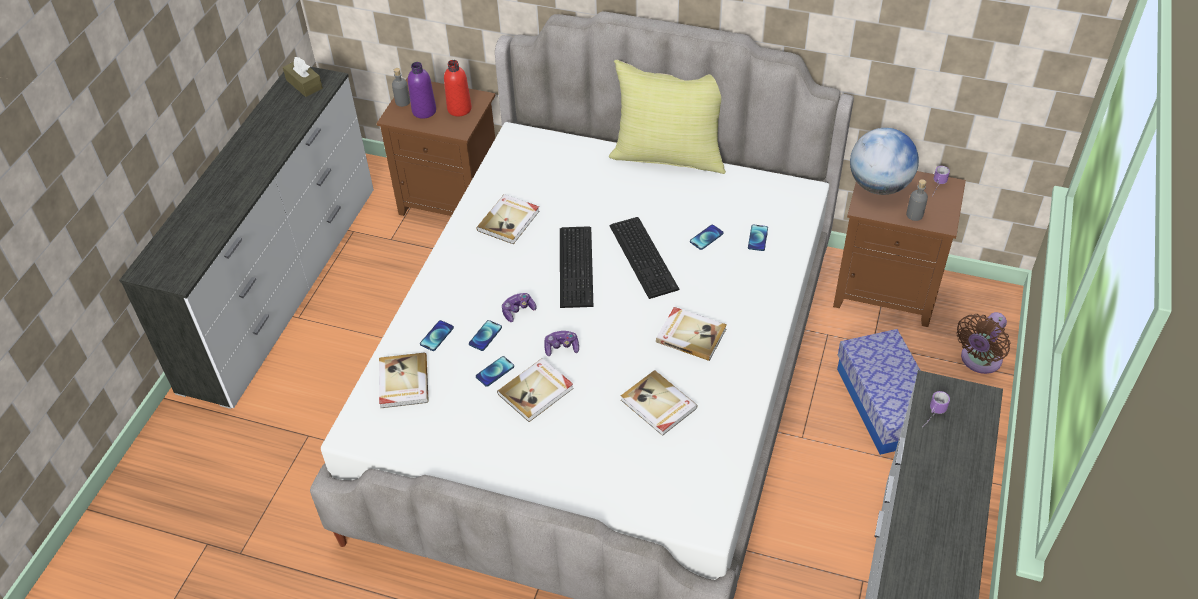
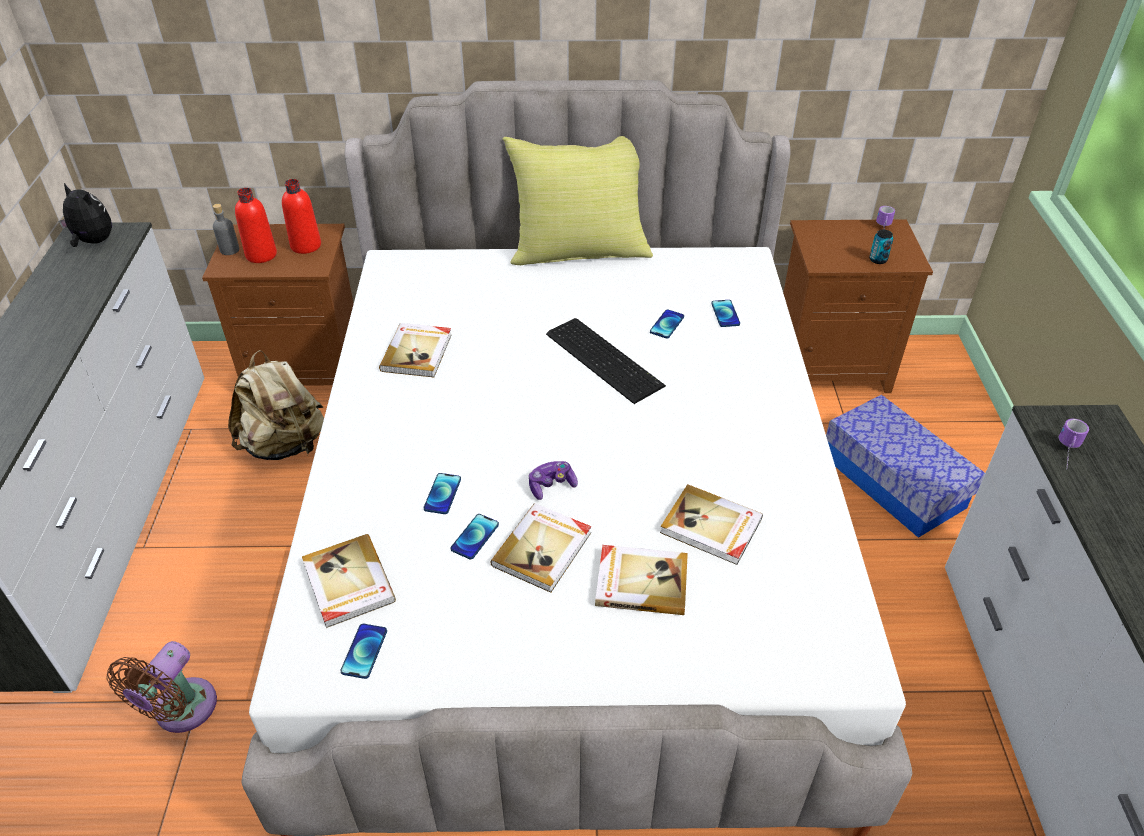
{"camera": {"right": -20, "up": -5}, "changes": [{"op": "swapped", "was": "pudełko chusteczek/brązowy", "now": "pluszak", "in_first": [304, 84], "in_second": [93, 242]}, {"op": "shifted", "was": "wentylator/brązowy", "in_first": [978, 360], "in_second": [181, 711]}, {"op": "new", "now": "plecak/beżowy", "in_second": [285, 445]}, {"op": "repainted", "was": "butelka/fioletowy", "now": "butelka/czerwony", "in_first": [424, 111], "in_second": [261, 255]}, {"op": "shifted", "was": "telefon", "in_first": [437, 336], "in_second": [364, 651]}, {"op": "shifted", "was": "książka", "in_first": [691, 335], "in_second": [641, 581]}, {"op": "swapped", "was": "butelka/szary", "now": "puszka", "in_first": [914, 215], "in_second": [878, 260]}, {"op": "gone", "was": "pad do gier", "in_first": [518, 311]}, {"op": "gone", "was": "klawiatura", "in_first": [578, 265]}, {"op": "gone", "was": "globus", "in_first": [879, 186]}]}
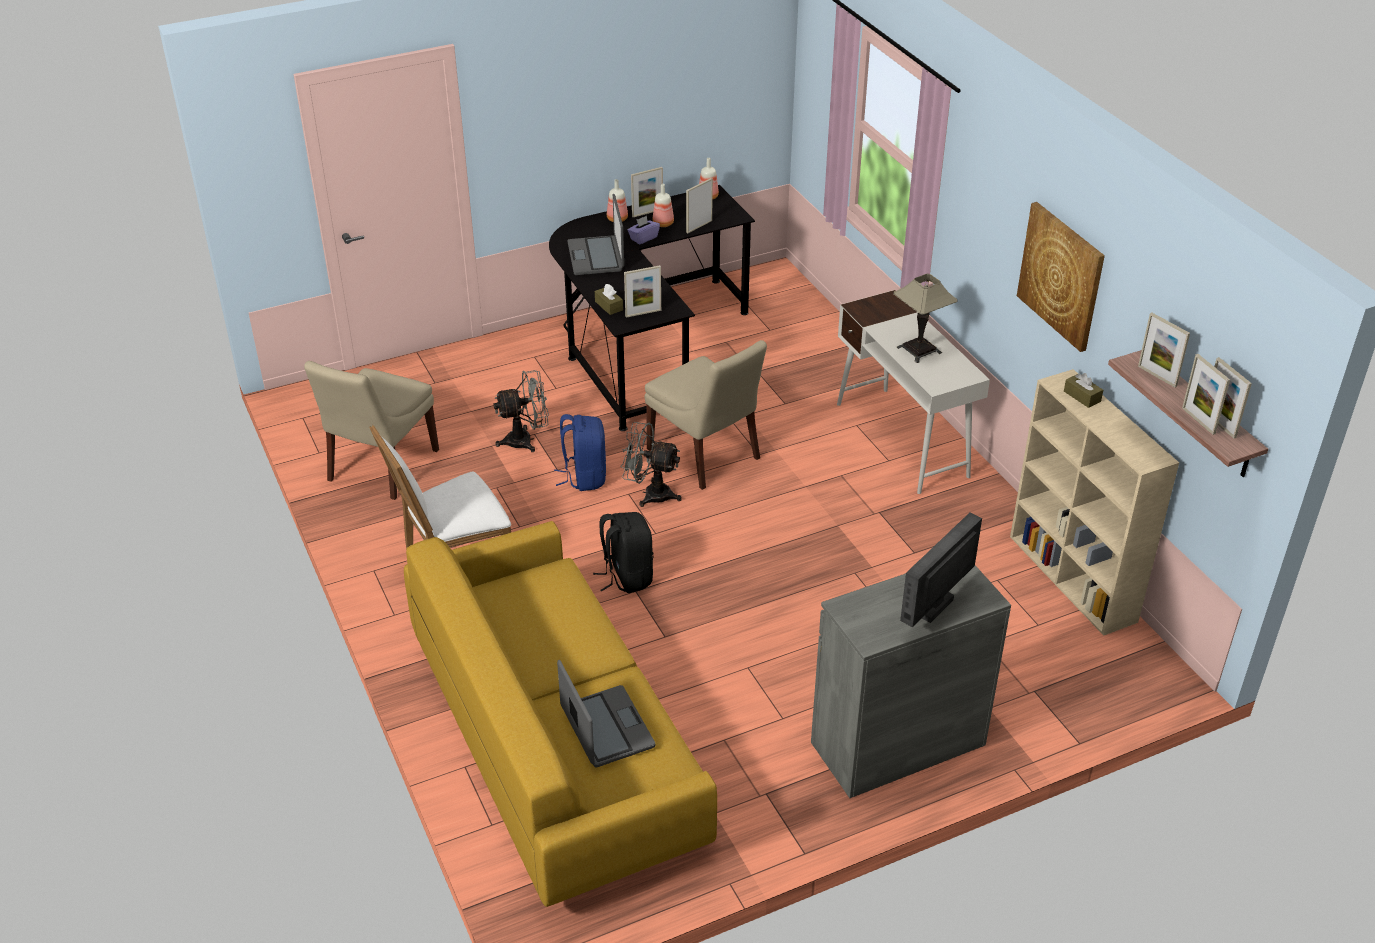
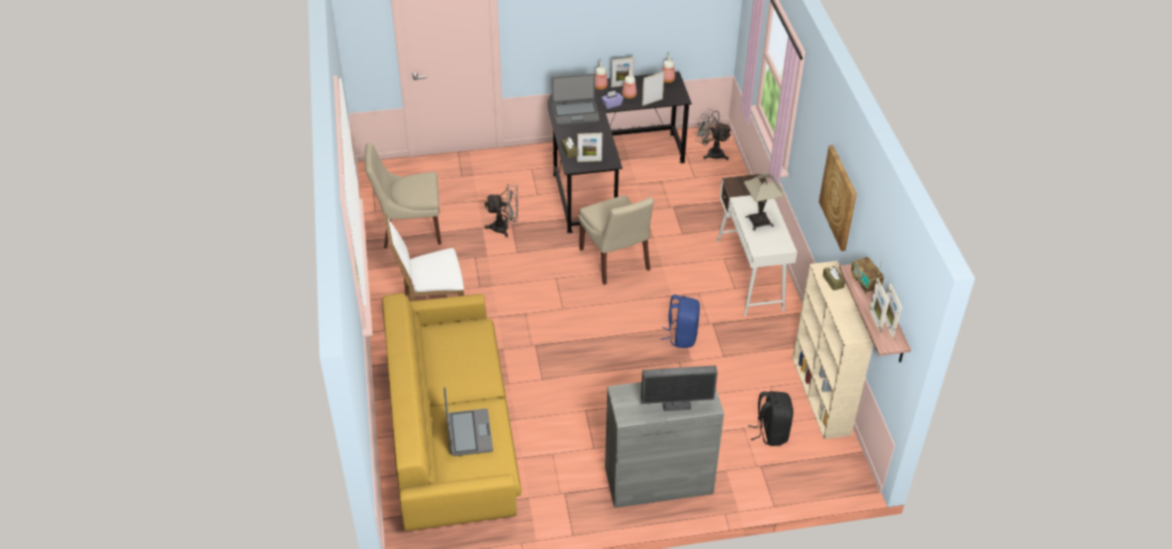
{"camera": {"right": 15, "up": 5}, "changes": [{"op": "rotated", "was": "krzesło/beżowy", "in_first": [381, 467], "in_second": [409, 229], "clockwise": 45}, {"op": "rotated", "was": "laptop", "in_first": [596, 256], "in_second": [575, 113], "clockwise": -105}, {"op": "rotated", "was": "monitor", "in_first": [937, 609], "in_second": [676, 406], "clockwise": -150}, {"op": "shifted", "was": "plecak/niebieski", "in_first": [584, 477], "in_second": [681, 336]}, {"op": "shifted", "was": "wentylator/szary", "in_first": [650, 494], "in_second": [711, 153]}, {"op": "shifted", "was": "plecak/czarny", "in_first": [626, 576], "in_second": [770, 432]}, {"op": "swapped", "was": "ramka na zdjęcie", "now": "radio", "in_first": [1157, 376], "in_second": [865, 283]}]}
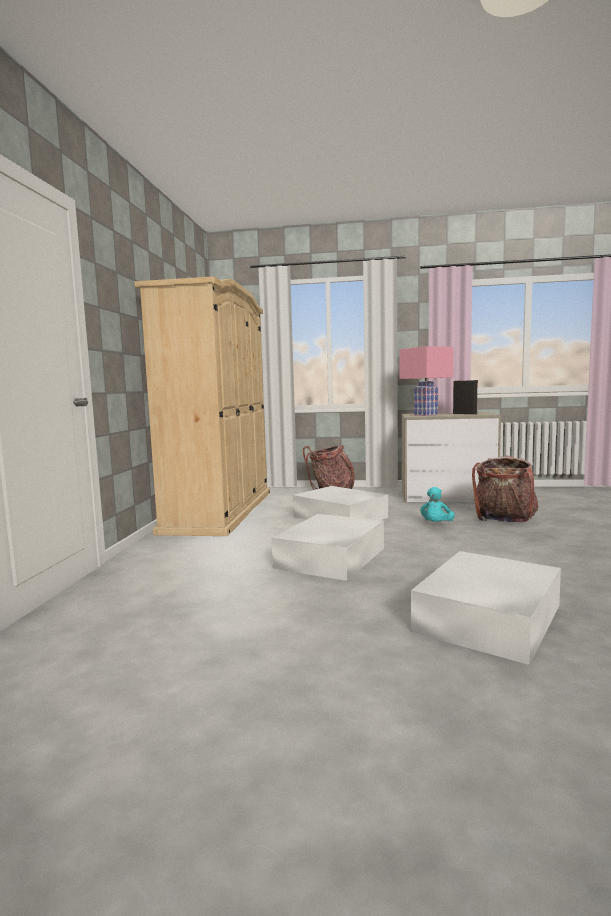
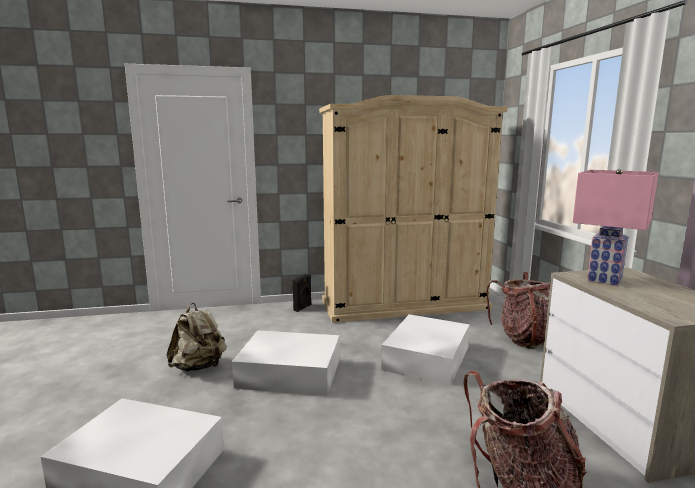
{"camera": {"right": 70, "up": 5}, "changes": [{"op": "new", "now": "plecak/beżowy", "in_second": [199, 367]}, {"op": "shifted", "was": "głośnik/czarny", "in_first": [465, 414], "in_second": [303, 308]}, {"op": "gone", "was": "pluszak/turkusowy", "in_first": [436, 525]}]}
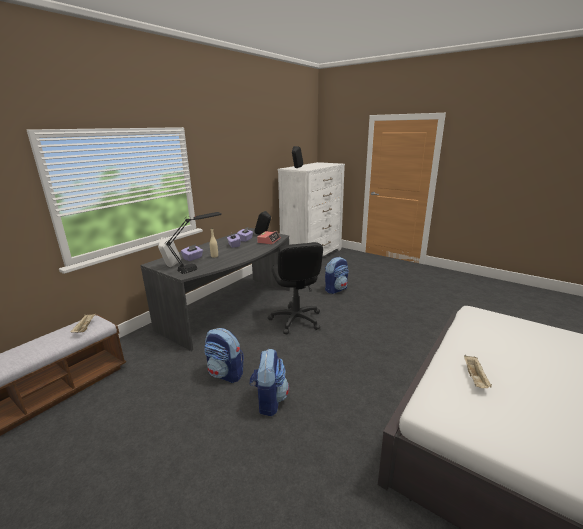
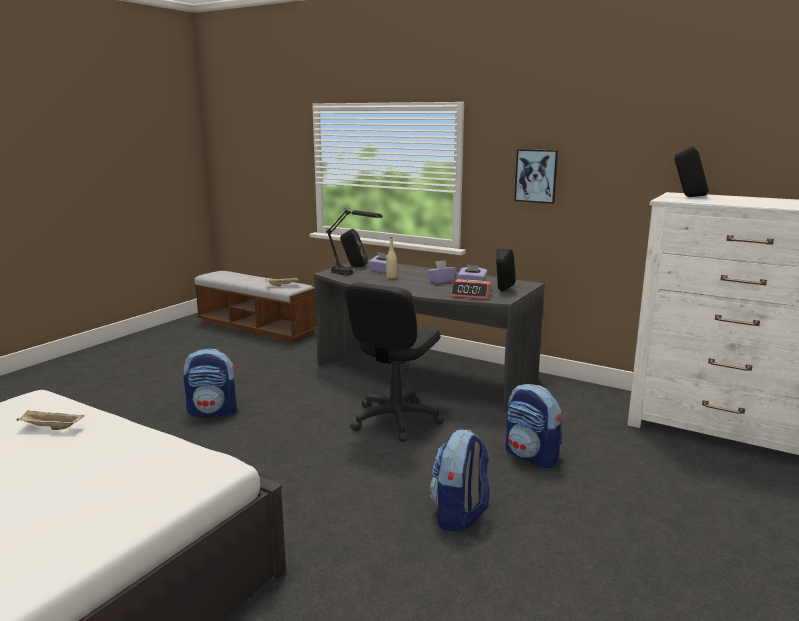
{"camera": {"right": 85, "up": -5}, "changes": [{"op": "repainted", "was": "głośnik/biały", "now": "głośnik/czarny", "in_first": [170, 267], "in_second": [354, 267]}, {"op": "rotated", "was": "krzesło biurowe/czarny", "in_first": [295, 320], "in_second": [395, 420], "clockwise": -45}, {"op": "shifted", "was": "plecak", "in_first": [226, 374], "in_second": [460, 515]}, {"op": "new", "now": "obraz", "in_second": [536, 176]}]}
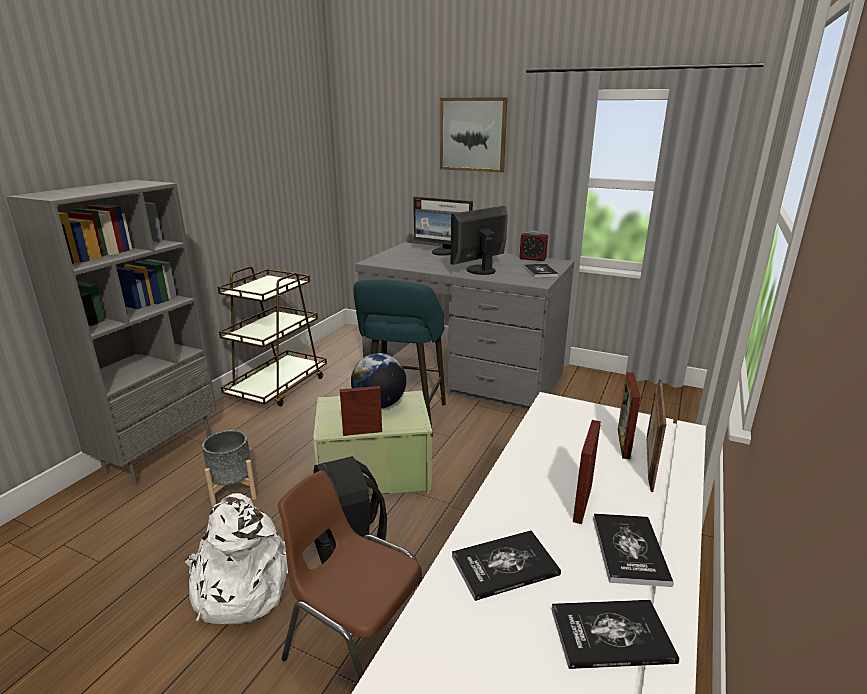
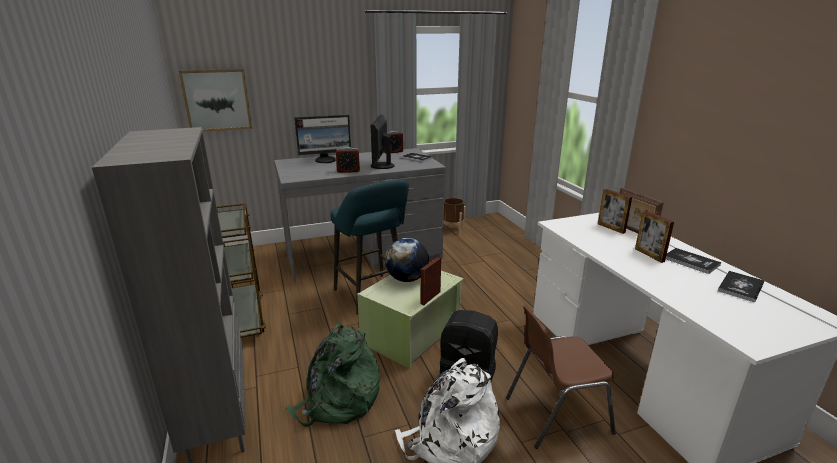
{"camera": {"right": -45, "up": 0}, "changes": [{"op": "shifted", "was": "obraz", "in_first": [473, 134], "in_second": [217, 100]}, {"op": "swapped", "was": "donica/szary", "now": "plecak/zielony", "in_first": [233, 491], "in_second": [338, 400]}, {"op": "new", "now": "budzik", "in_second": [348, 171]}, {"op": "new", "now": "donica/brązowy", "in_second": [452, 229]}, {"op": "gone", "was": "książka", "in_first": [505, 566]}]}
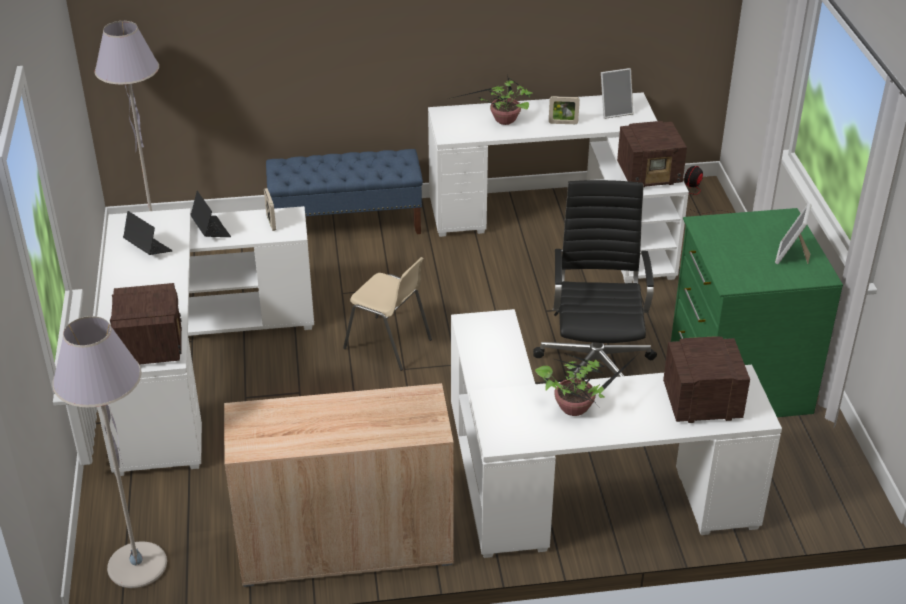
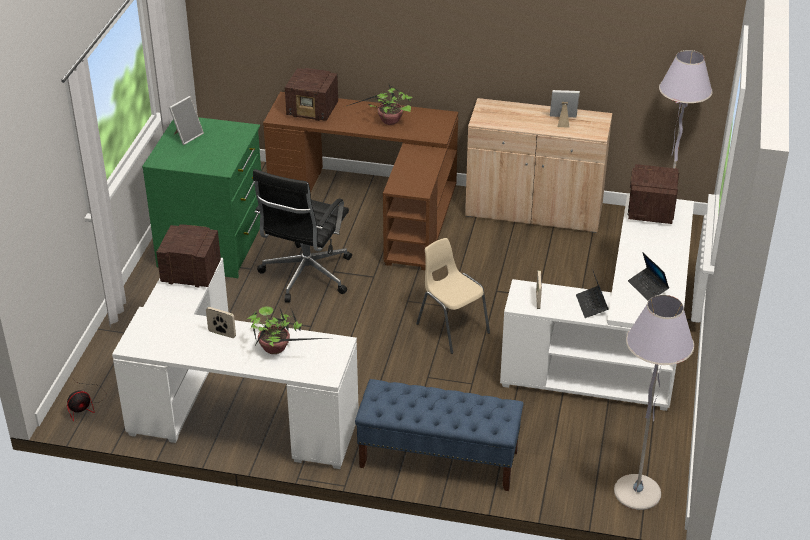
{"camera": {"right": -160, "up": 0}, "changes": [{"op": "repainted", "was": "biurko/biały", "now": "biurko/brązowy", "in_first": [577, 493], "in_second": [376, 206]}, {"op": "shifted", "was": "ramka na zdjęcie", "in_first": [615, 111], "in_second": [562, 121]}]}
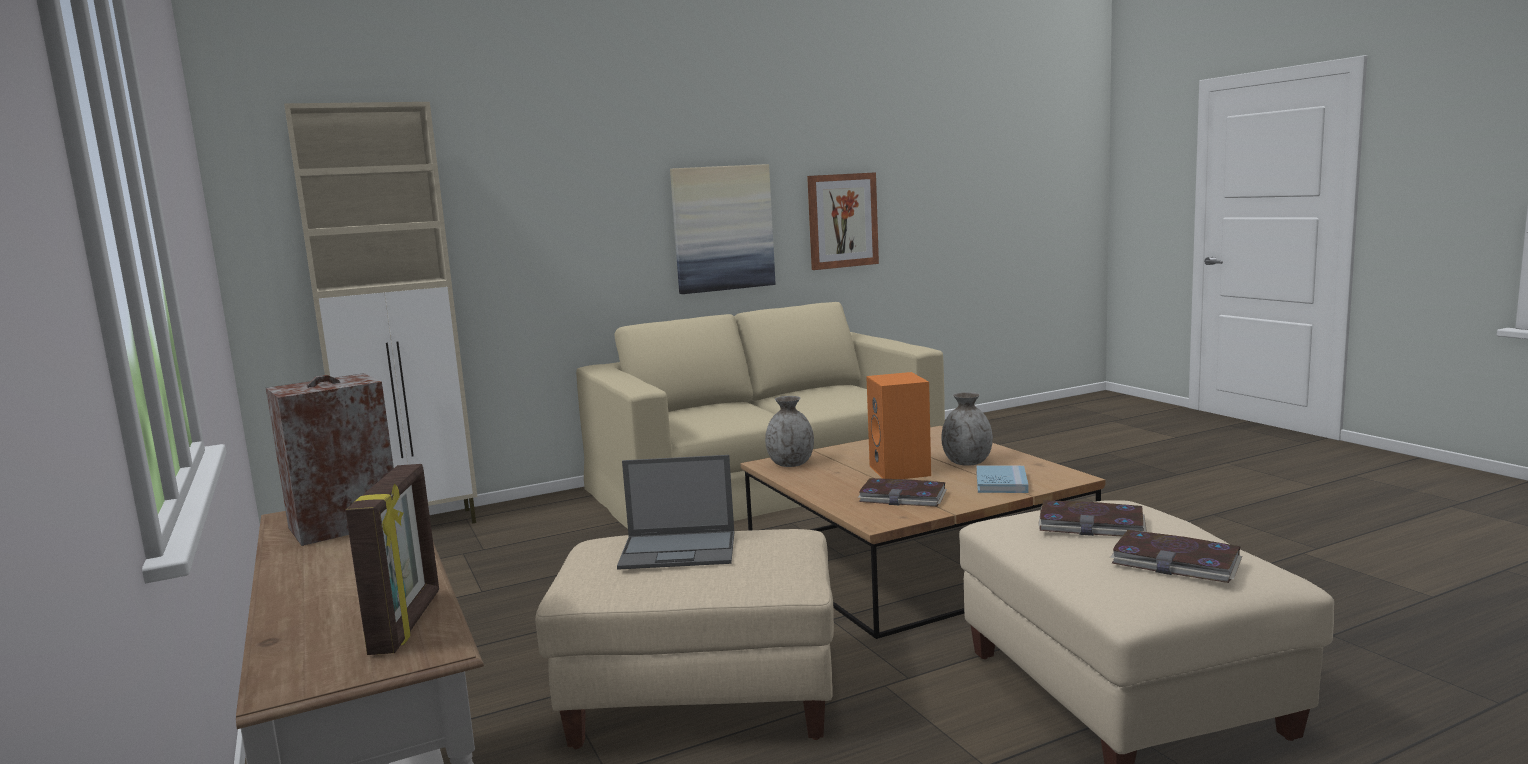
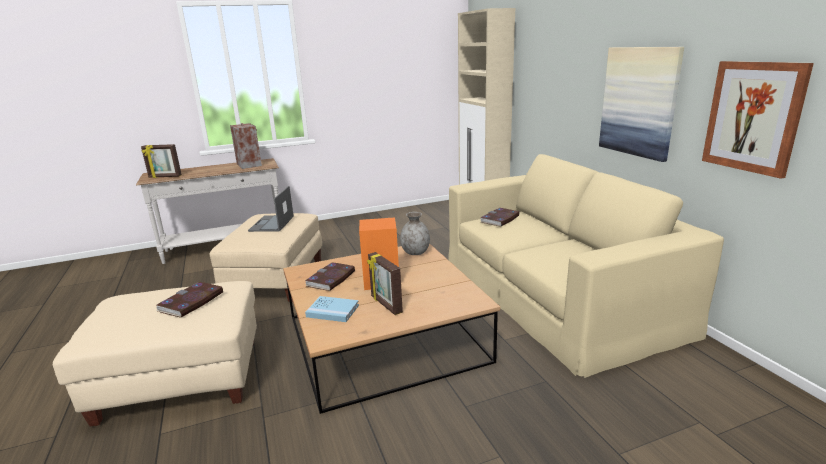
{"camera": {"right": 95, "up": 10}, "changes": [{"op": "swapped", "was": "wazon/szary", "now": "ramka na zdjęcie", "in_first": [967, 462], "in_second": [385, 305]}, {"op": "shifted", "was": "książka", "in_first": [1176, 561], "in_second": [500, 219]}]}
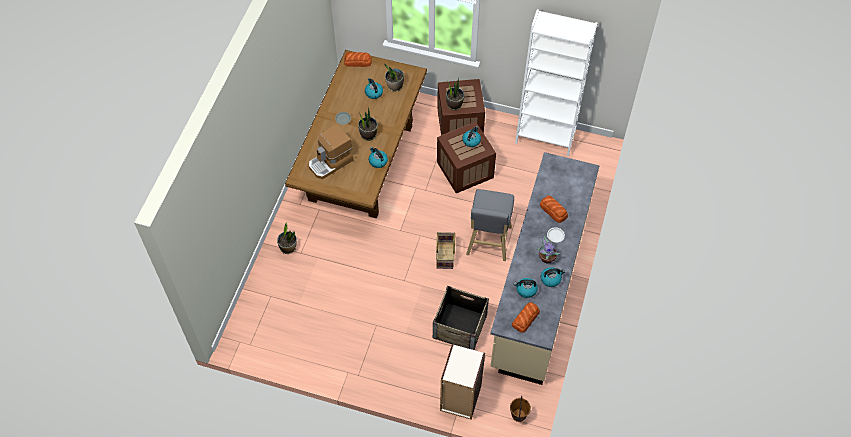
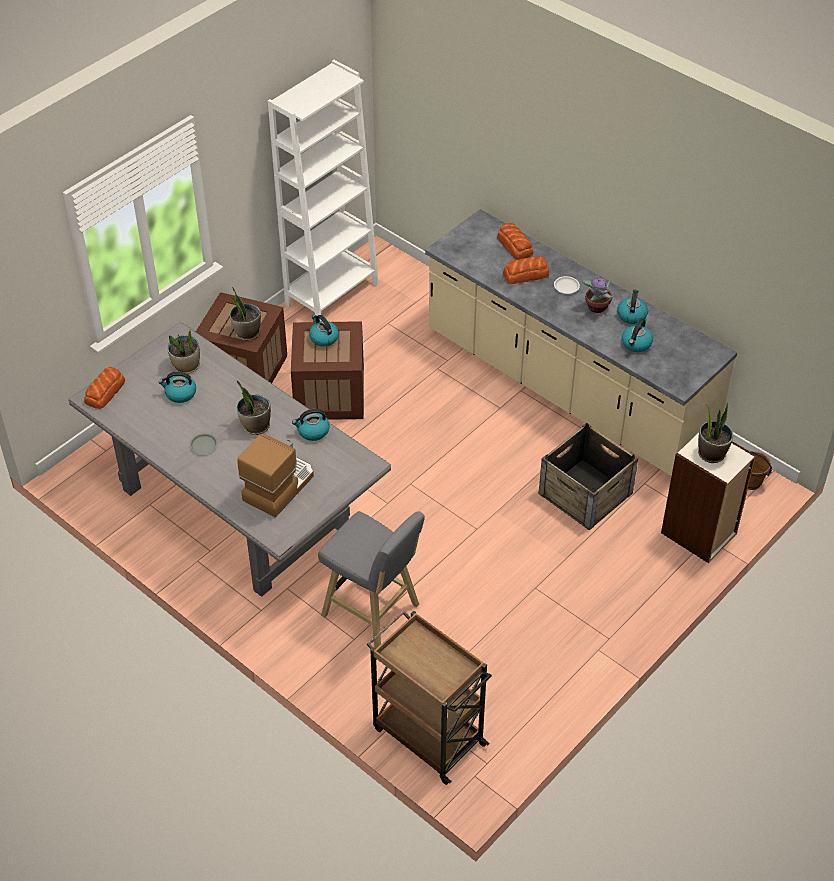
{"camera": {"right": -65, "up": -10}, "changes": [{"op": "repainted", "was": "stół jadalny/brązowy", "now": "stół jadalny/szary", "in_first": [361, 162], "in_second": [234, 506]}, {"op": "rotated", "was": "ekspres do kawy", "in_first": [331, 163], "in_second": [278, 487], "clockwise": -135}, {"op": "shifted", "was": "stołek/szary", "in_first": [488, 243], "in_second": [374, 613]}, {"op": "new", "now": "wózek/brązowy", "in_second": [427, 735]}, {"op": "shifted", "was": "chleb", "in_first": [526, 318], "in_second": [515, 245]}, {"op": "shifted", "was": "roślina doniczkowa", "in_first": [288, 248], "in_second": [711, 453]}, {"op": "gone", "was": "koszyk", "in_first": [445, 255]}]}
